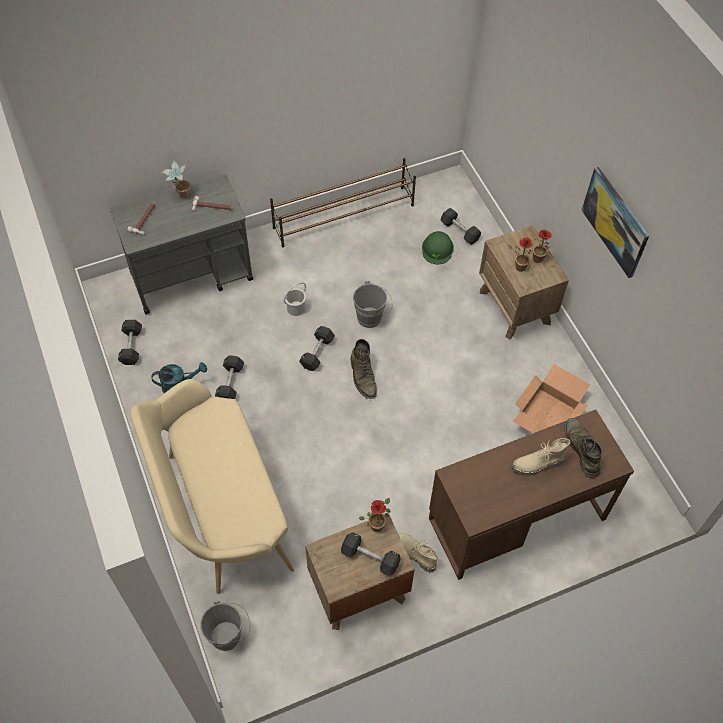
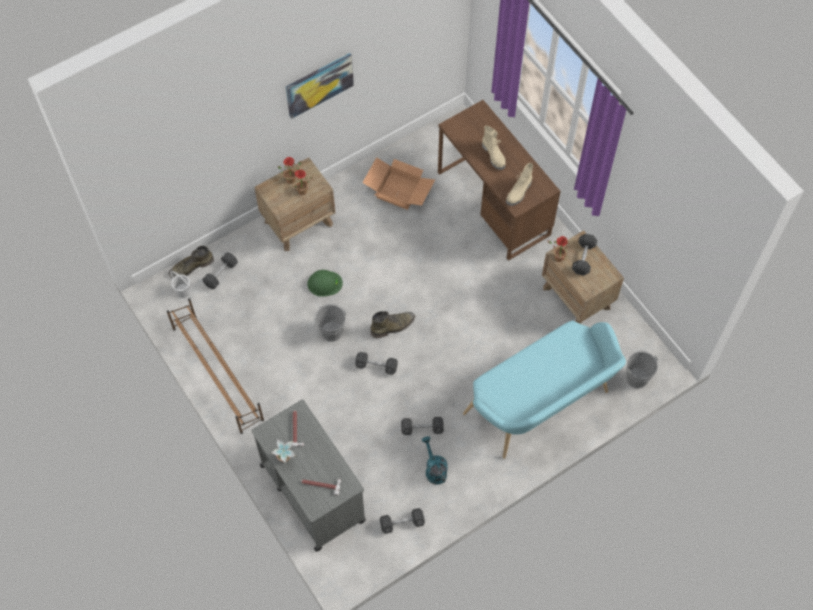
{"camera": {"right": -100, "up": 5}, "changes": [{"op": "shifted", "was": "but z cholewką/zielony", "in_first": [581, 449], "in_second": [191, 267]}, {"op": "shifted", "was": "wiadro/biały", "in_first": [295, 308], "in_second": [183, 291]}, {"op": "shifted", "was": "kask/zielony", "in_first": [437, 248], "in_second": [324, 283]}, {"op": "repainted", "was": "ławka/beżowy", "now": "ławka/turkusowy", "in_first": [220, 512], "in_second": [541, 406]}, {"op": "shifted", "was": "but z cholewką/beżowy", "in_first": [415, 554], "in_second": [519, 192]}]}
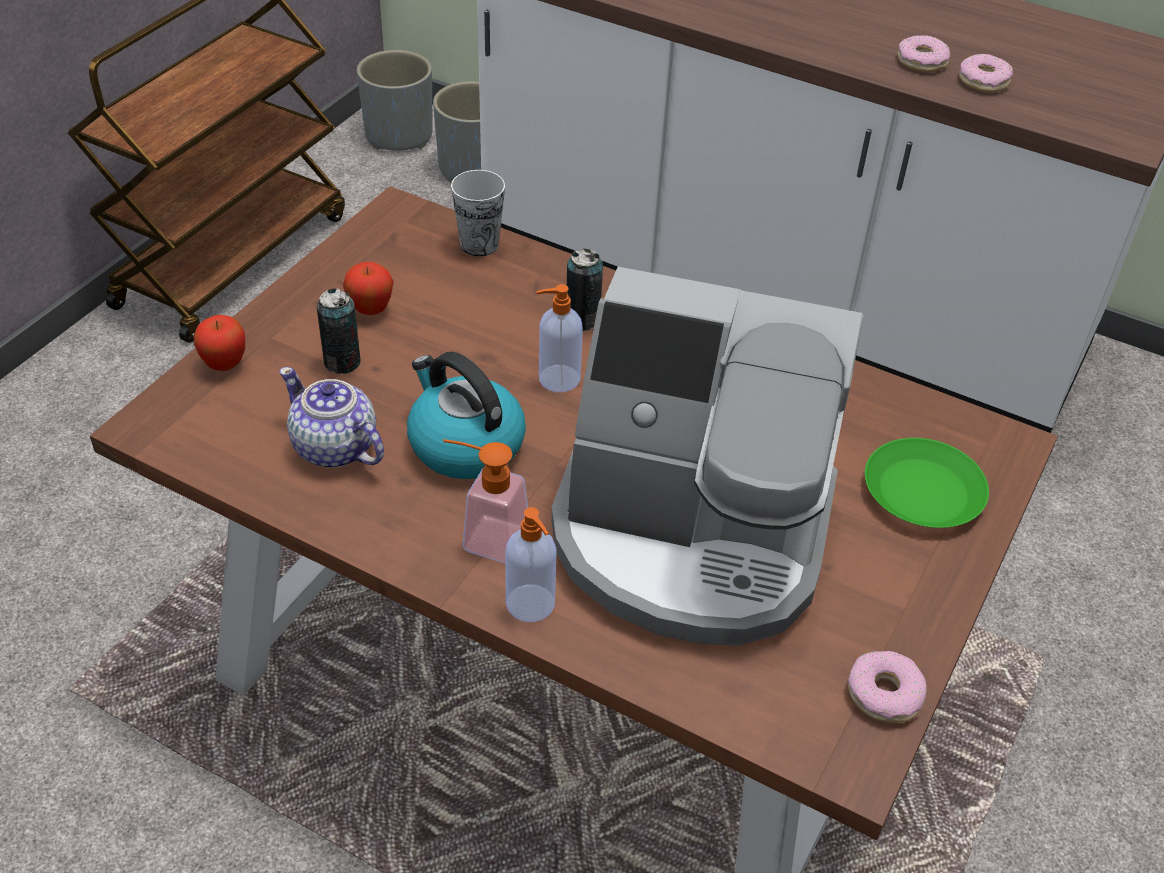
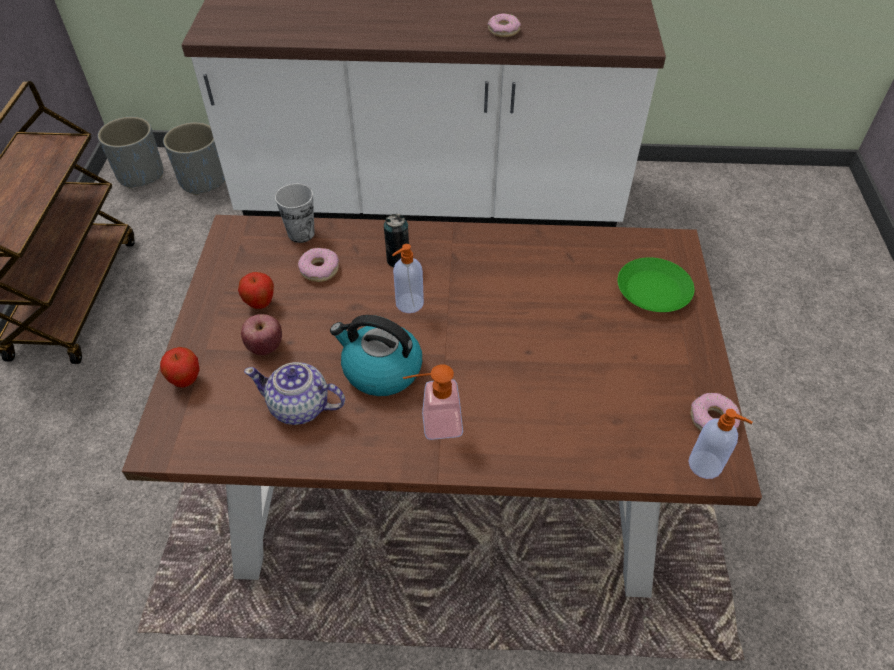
{"camera": {"right": -25, "up": 5}, "changes": [{"op": "swapped", "was": "puszka", "now": "jabłko", "in_first": [342, 362], "in_second": [265, 347]}, {"op": "shifted", "was": "donut", "in_first": [983, 81], "in_second": [319, 269]}, {"op": "shifted", "was": "dozownik mydła", "in_first": [531, 605], "in_second": [706, 465]}, {"op": "gone", "was": "ekspres do kawy", "in_first": [691, 537]}]}
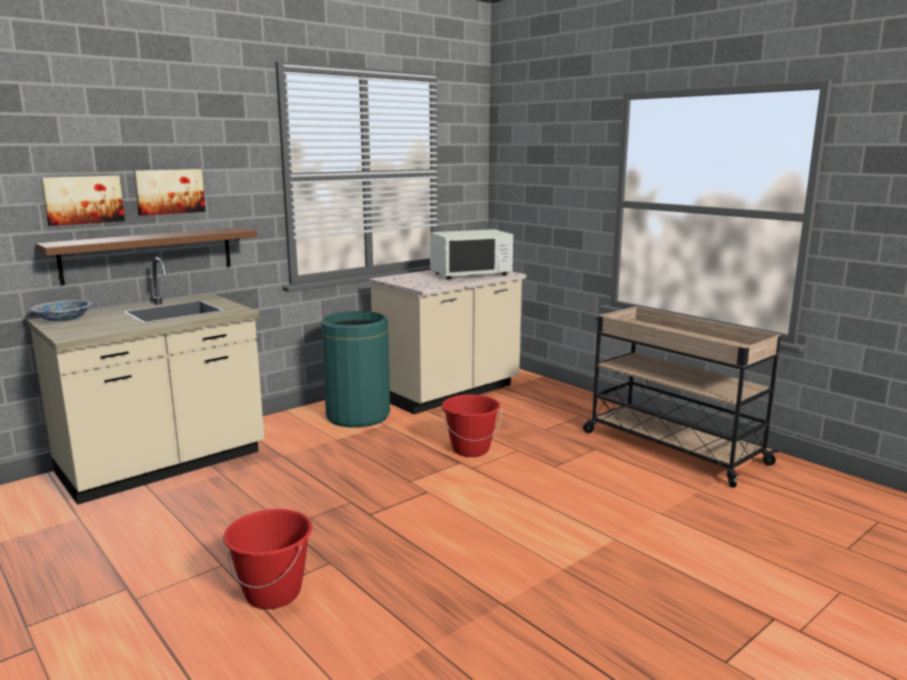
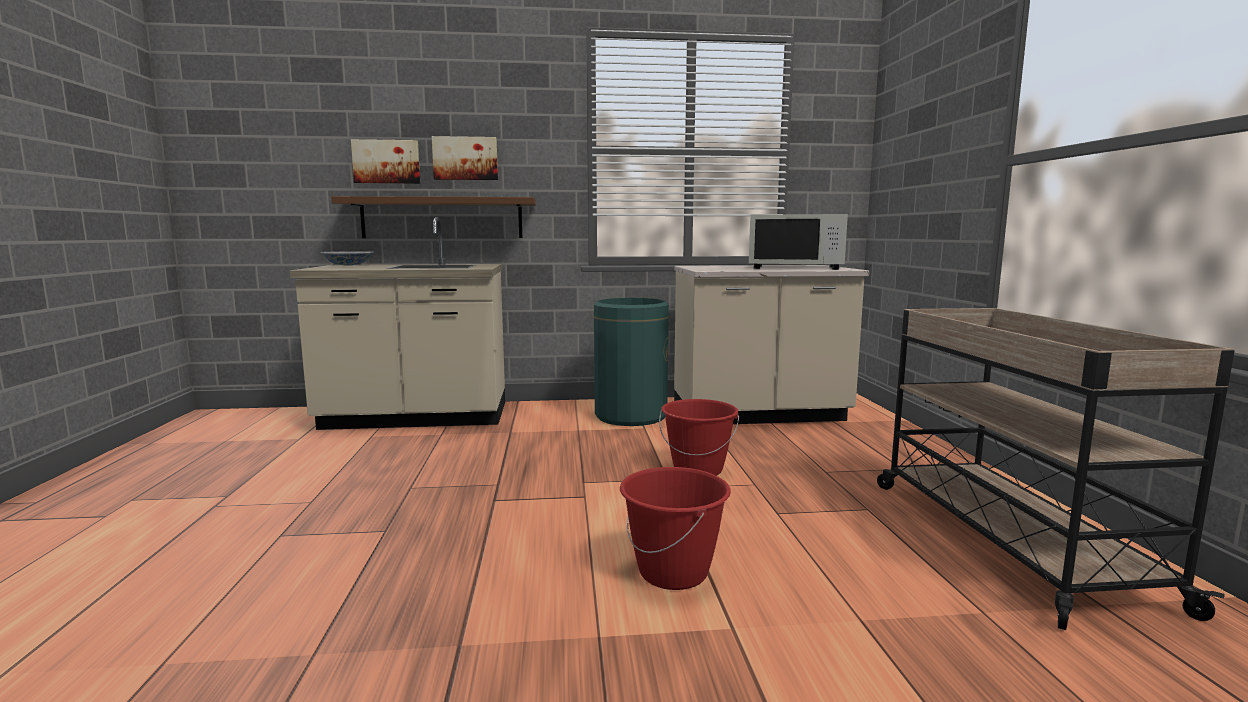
{"camera": {"right": 35, "up": -5}, "changes": [{"op": "shifted", "was": "wiadro/czerwony", "in_first": [273, 593], "in_second": [674, 572]}]}
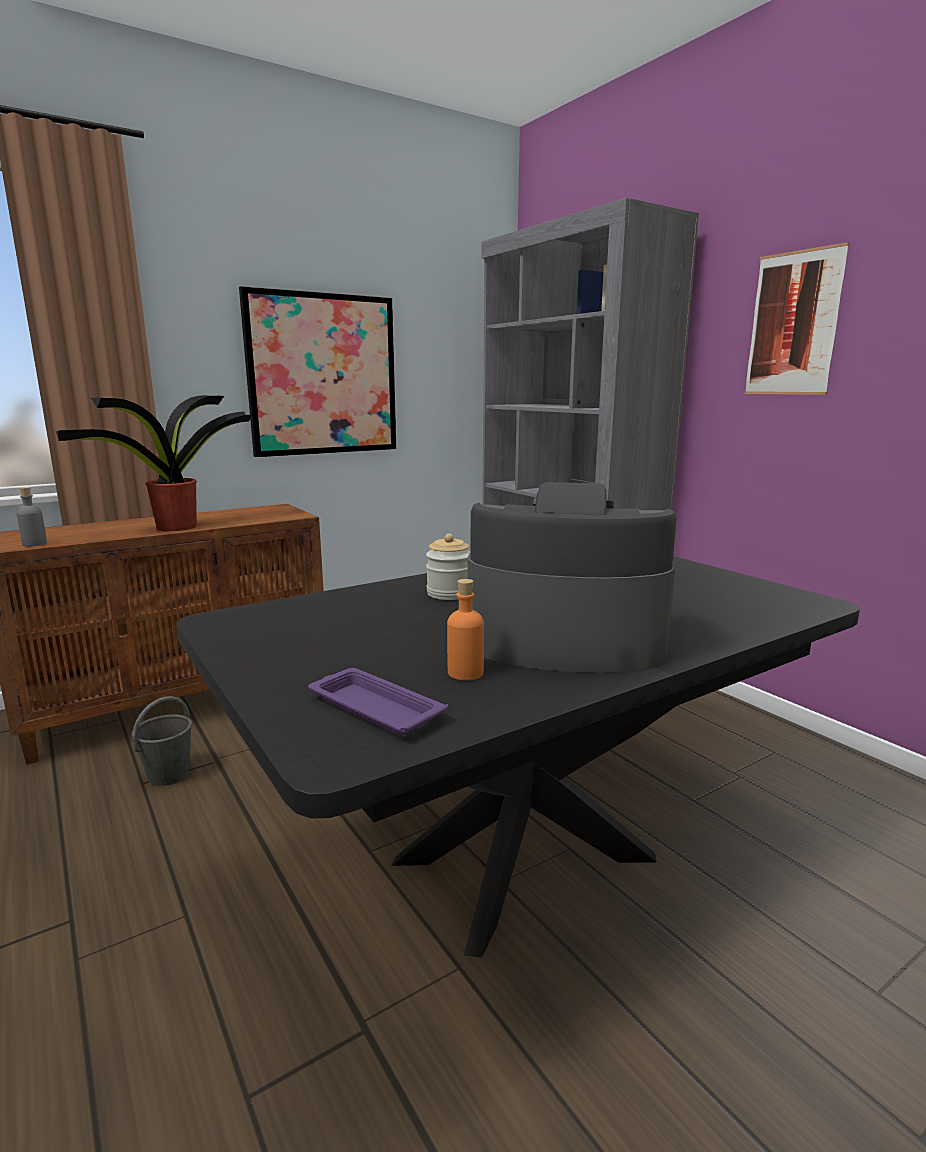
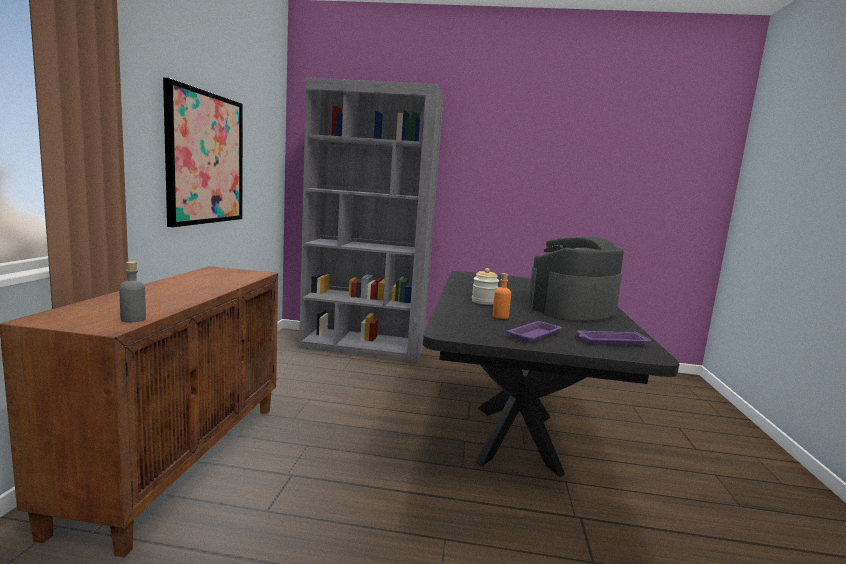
{"camera": {"right": -50, "up": -5}, "changes": [{"op": "shifted", "was": "butelka/pomarańczowy", "in_first": [465, 673], "in_second": [500, 316]}, {"op": "new", "now": "taca/fioletowy", "in_second": [535, 335]}, {"op": "gone", "was": "roślina doniczkowa", "in_first": [174, 527]}, {"op": "gone", "was": "wiadro/szary", "in_first": [169, 774]}, {"op": "gone", "was": "obraz", "in_first": [793, 324]}]}
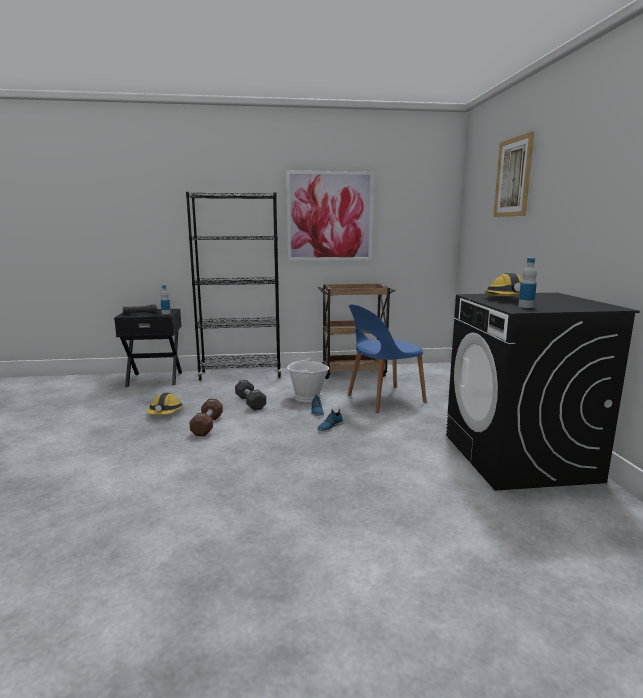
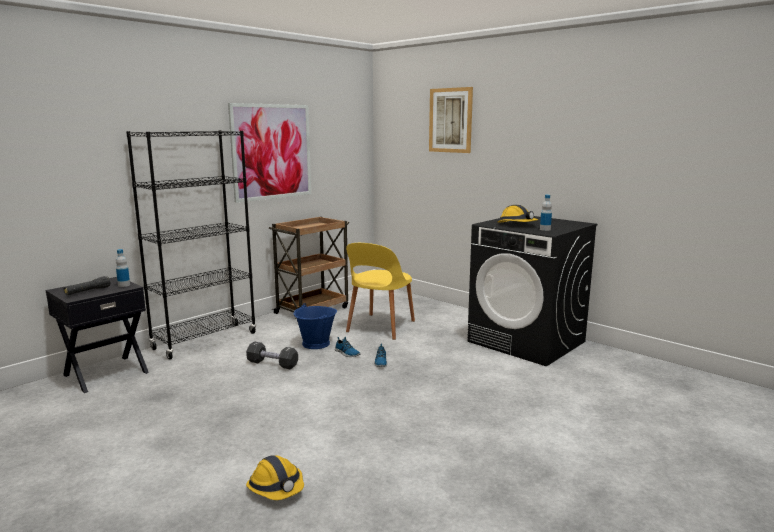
{"camera": {"right": -40, "up": 0}, "changes": [{"op": "shifted", "was": "kask", "in_first": [165, 413], "in_second": [276, 488]}, {"op": "repainted", "was": "wiadro/biały", "now": "wiadro/niebieski", "in_first": [307, 397], "in_second": [316, 344]}, {"op": "repainted", "was": "krzesło/niebieski", "now": "krzesło/żółty", "in_first": [384, 399], "in_second": [380, 327]}, {"op": "gone", "was": "hantel/brązowy", "in_first": [207, 426]}]}
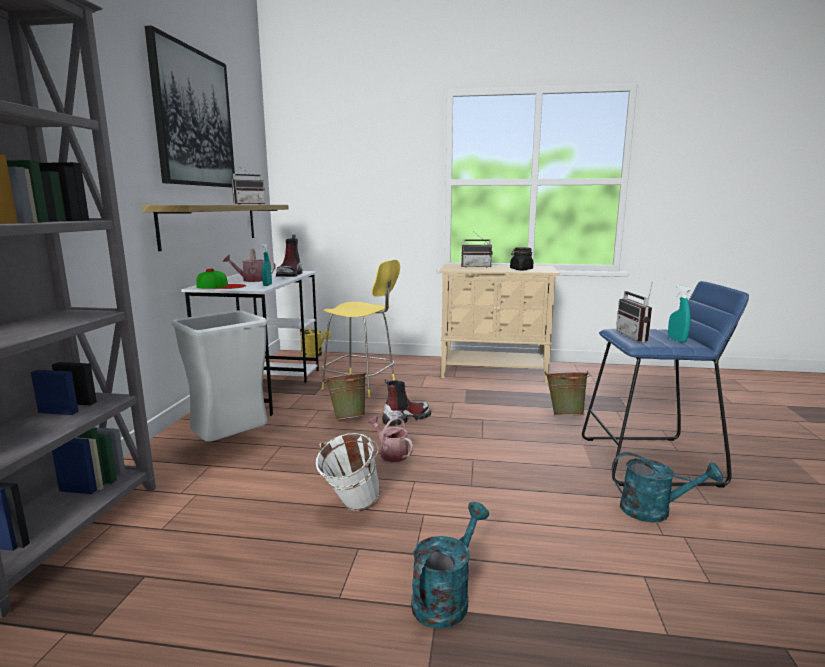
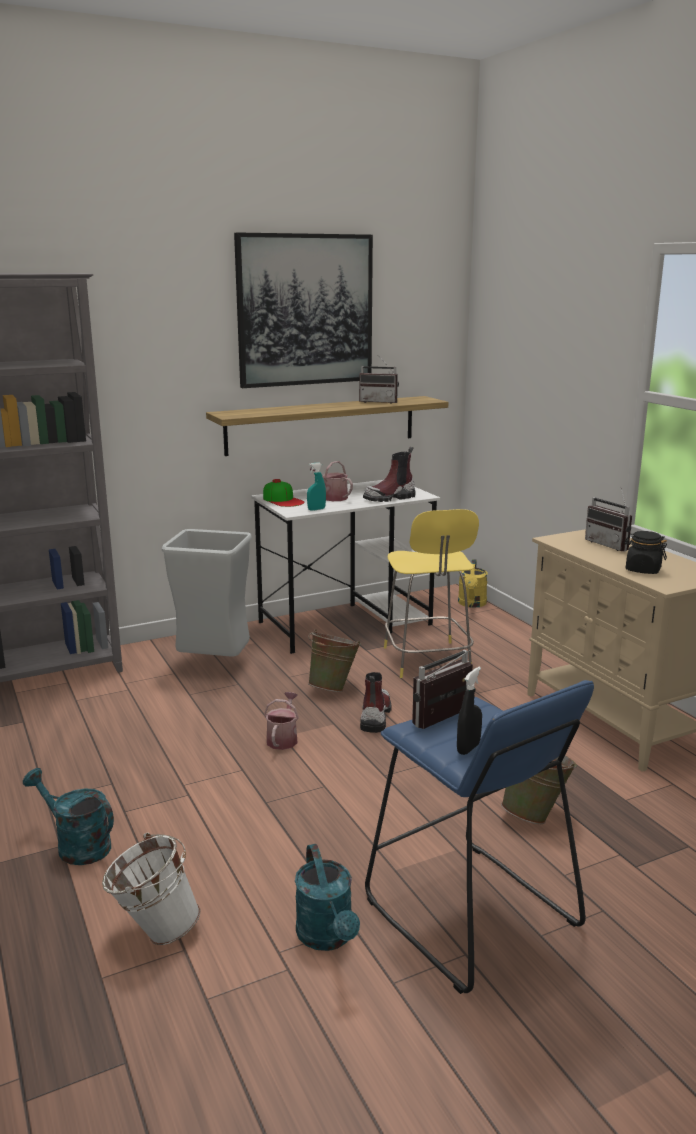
{"camera": {"right": 55, "up": 5}, "changes": [{"op": "rotated", "was": "konewka/turkusowy", "in_first": [446, 597], "in_second": [76, 845], "clockwise": -150}, {"op": "shifted", "was": "wiadro/biały", "in_first": [350, 507], "in_second": [154, 931]}, {"op": "rotated", "was": "but z cholewką", "in_first": [406, 418], "in_second": [375, 716], "clockwise": -105}, {"op": "repainted", "was": "spryskiwacz/turkusowy", "now": "spryskiwacz/czarny", "in_first": [677, 340], "in_second": [468, 748]}]}
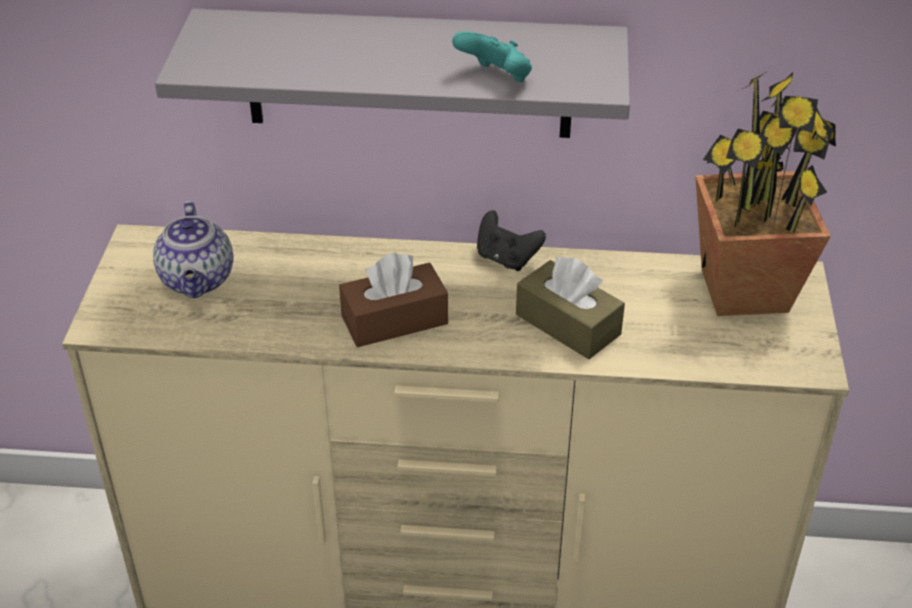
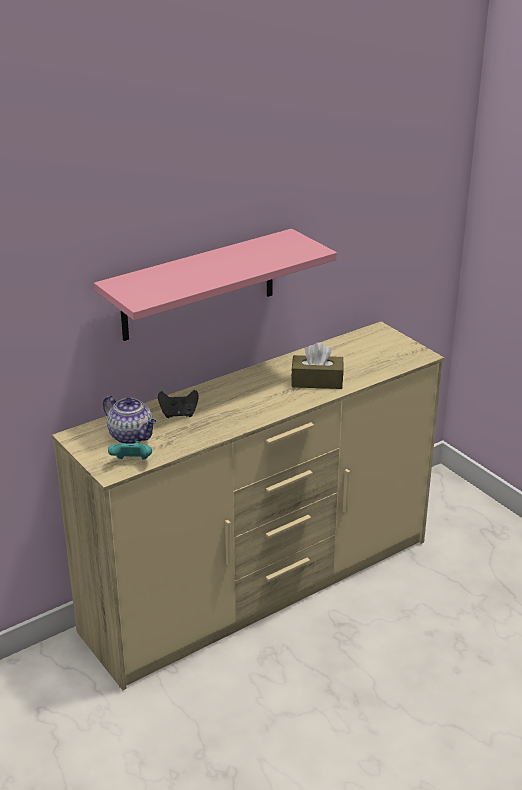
{"camera": {"right": -40, "up": -10}, "changes": [{"op": "repainted", "was": "półka/szary", "now": "półka/różowy", "in_first": [408, 74], "in_second": [198, 285]}, {"op": "shifted", "was": "pad do gier/turkusowy", "in_first": [496, 78], "in_second": [132, 462]}, {"op": "shifted", "was": "pad do gier/czarny", "in_first": [506, 259], "in_second": [179, 414]}, {"op": "gone", "was": "pudełko chusteczek/brązowy", "in_first": [394, 320]}, {"op": "gone", "was": "roślina doniczkowa", "in_first": [743, 290]}]}
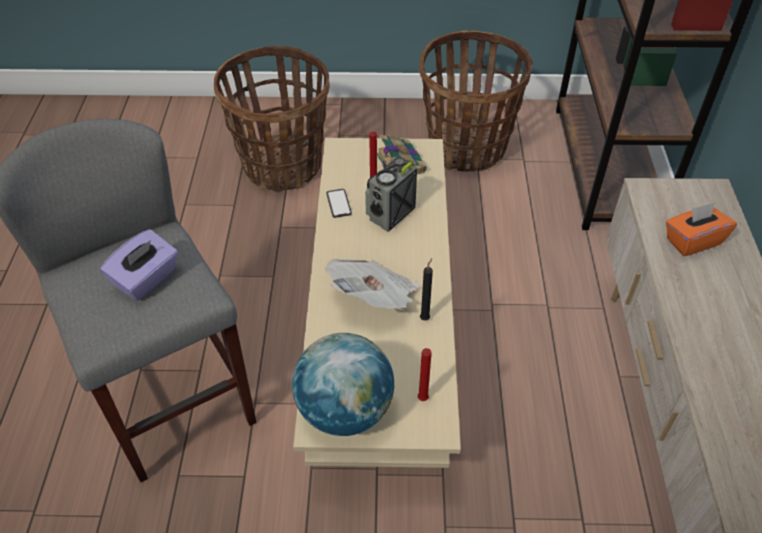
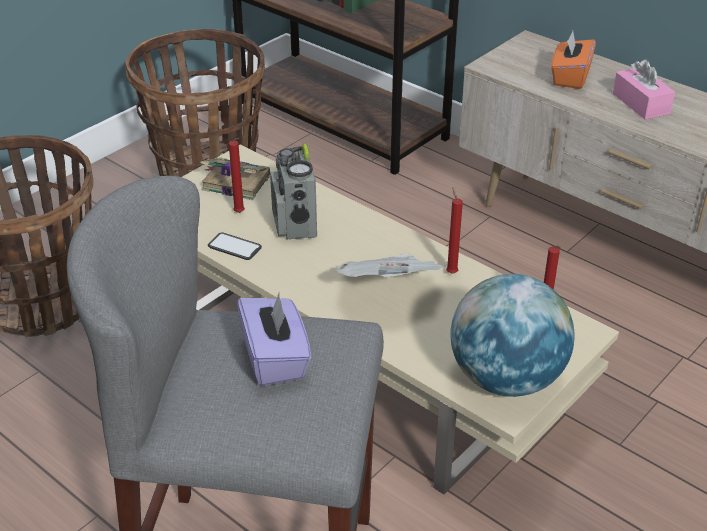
{"camera": {"right": -50, "up": -10}, "changes": [{"op": "repainted", "was": "świeca/czarny", "now": "świeca/czerwony", "in_first": [425, 318], "in_second": [451, 272]}, {"op": "new", "now": "pudełko chusteczek/różowy", "in_second": [641, 103]}]}
